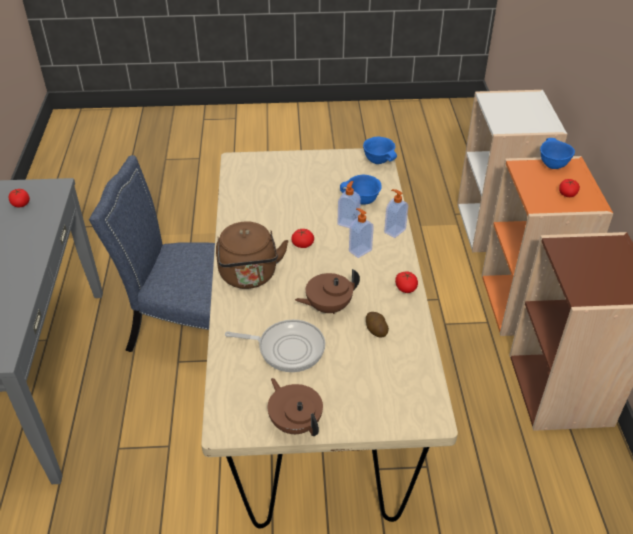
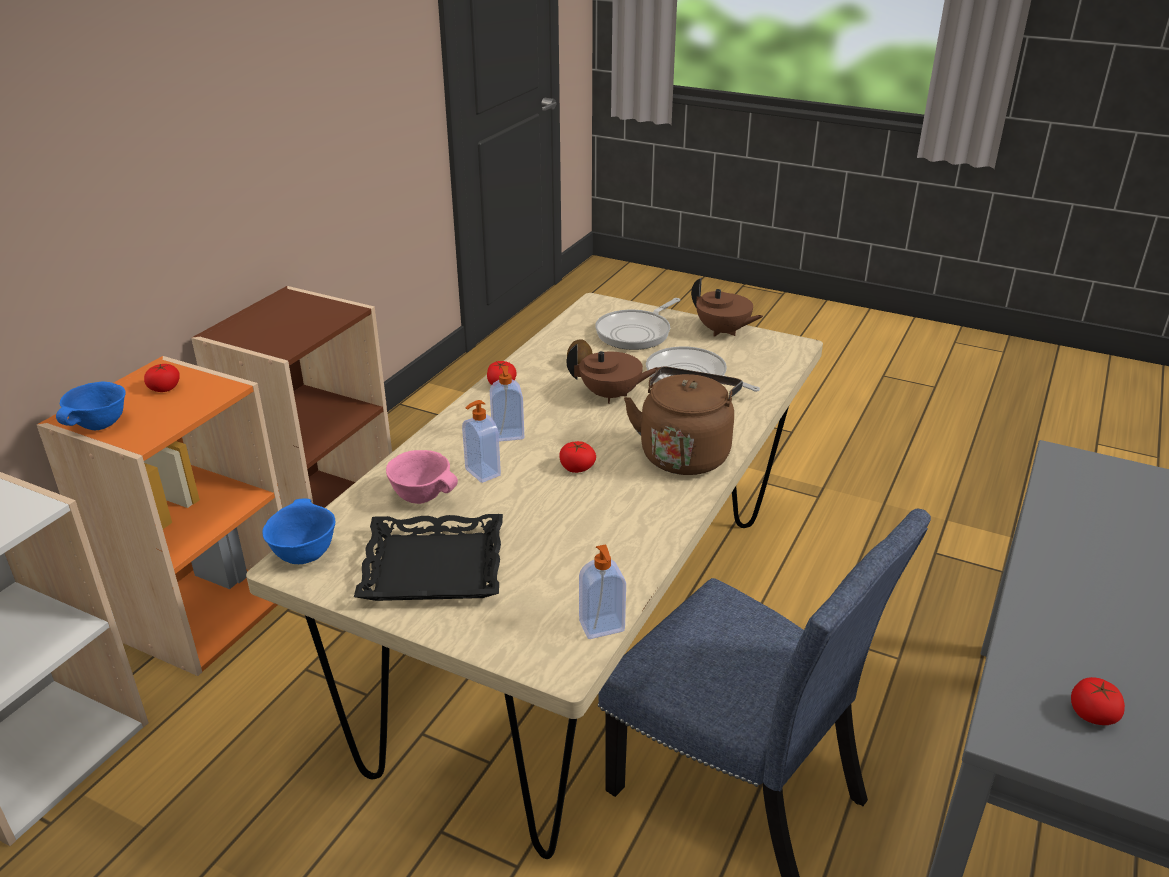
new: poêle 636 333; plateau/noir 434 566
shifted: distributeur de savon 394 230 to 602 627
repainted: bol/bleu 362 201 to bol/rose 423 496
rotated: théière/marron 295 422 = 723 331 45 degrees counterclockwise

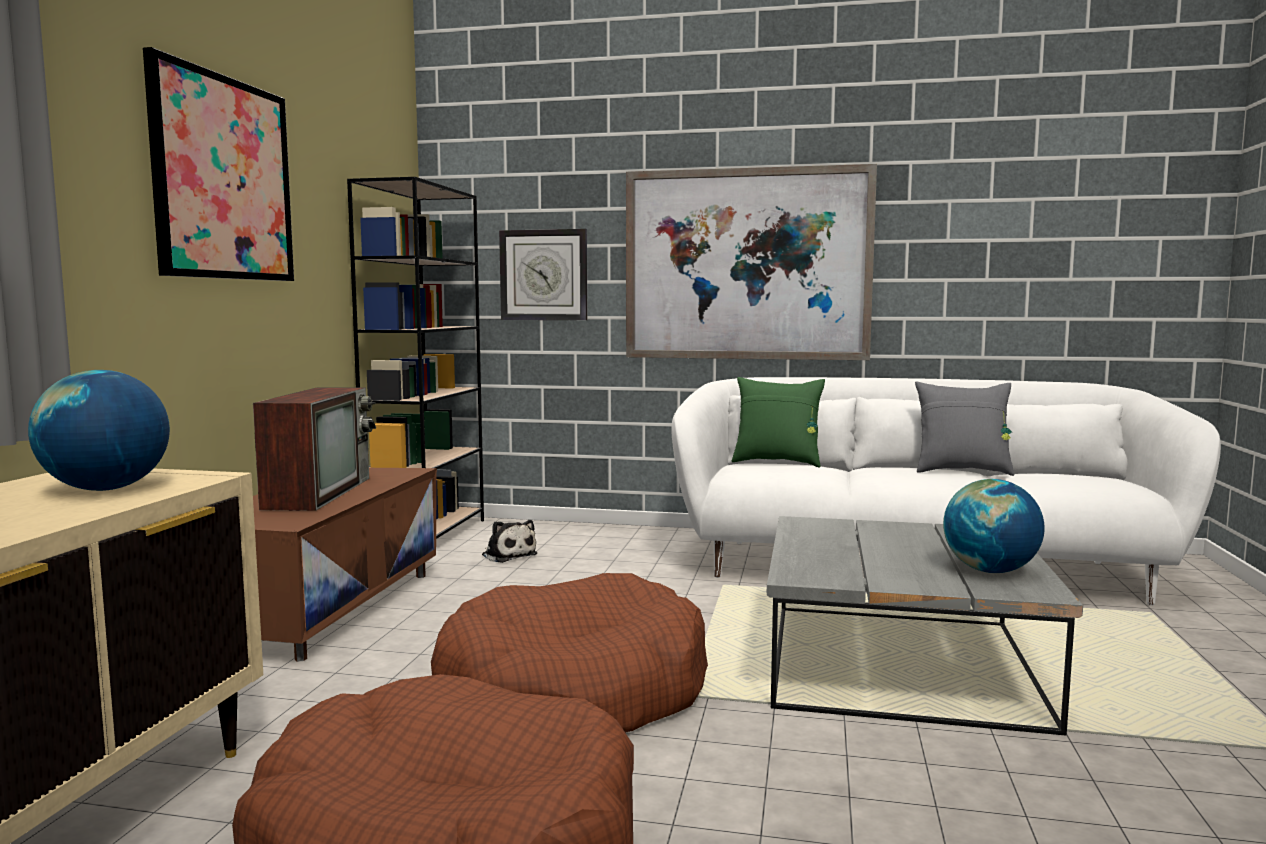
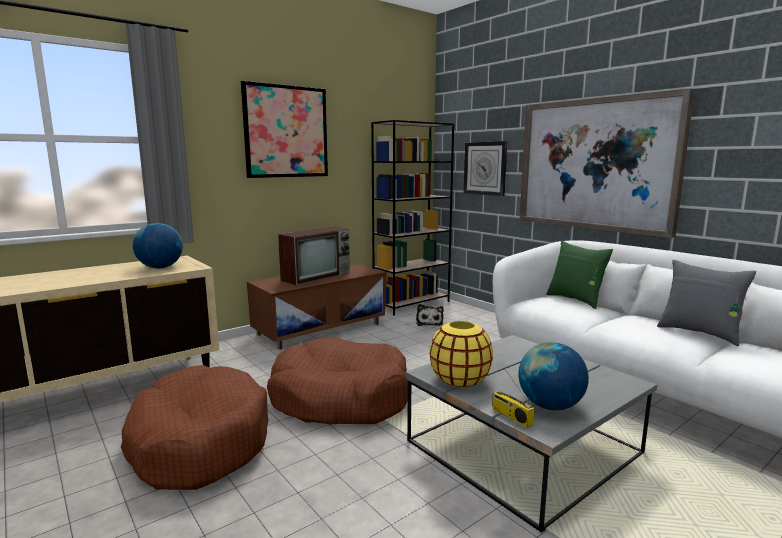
new: vase/jaune 459 380; radio 510 416

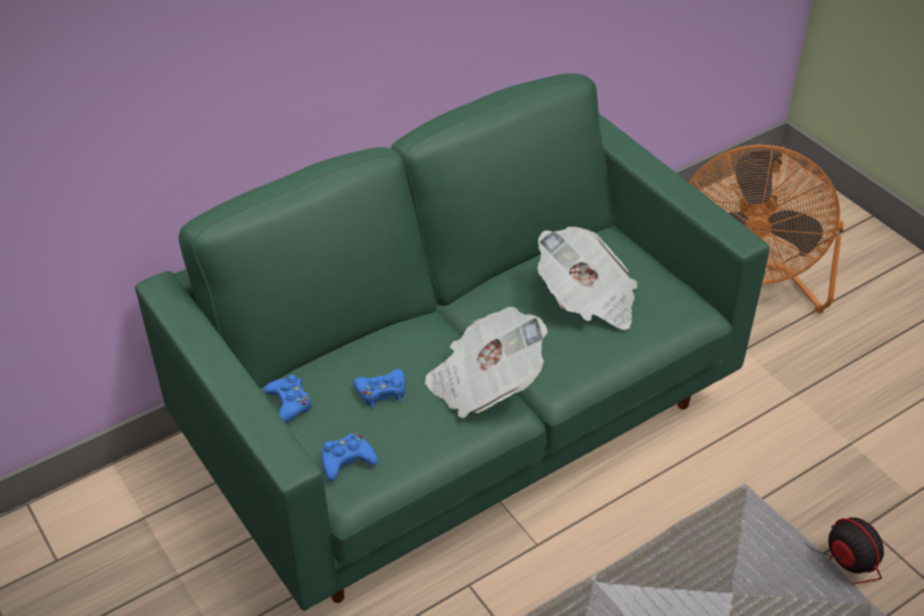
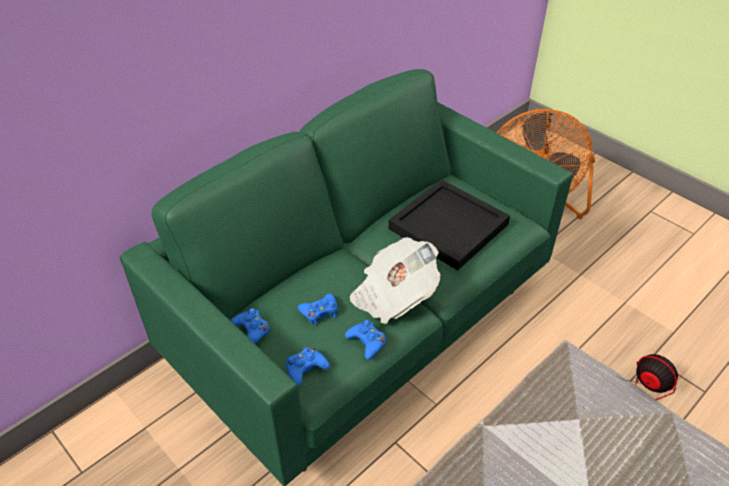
new: manette/bleu 367 342
swapped: journal 587 300 to plateau/noir 449 226

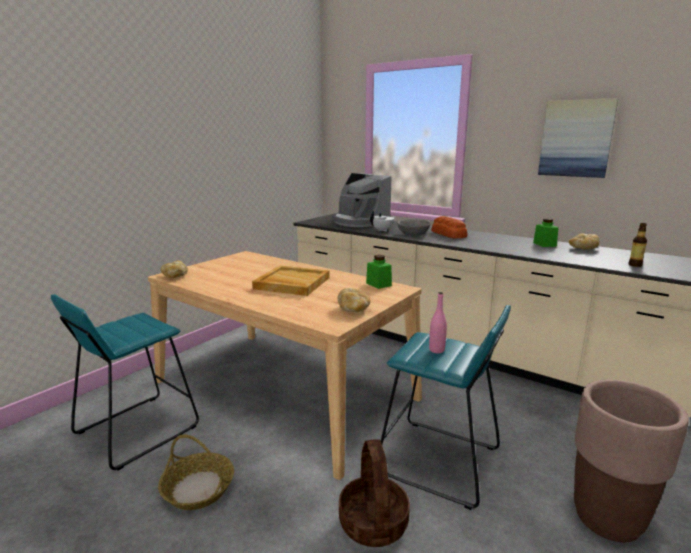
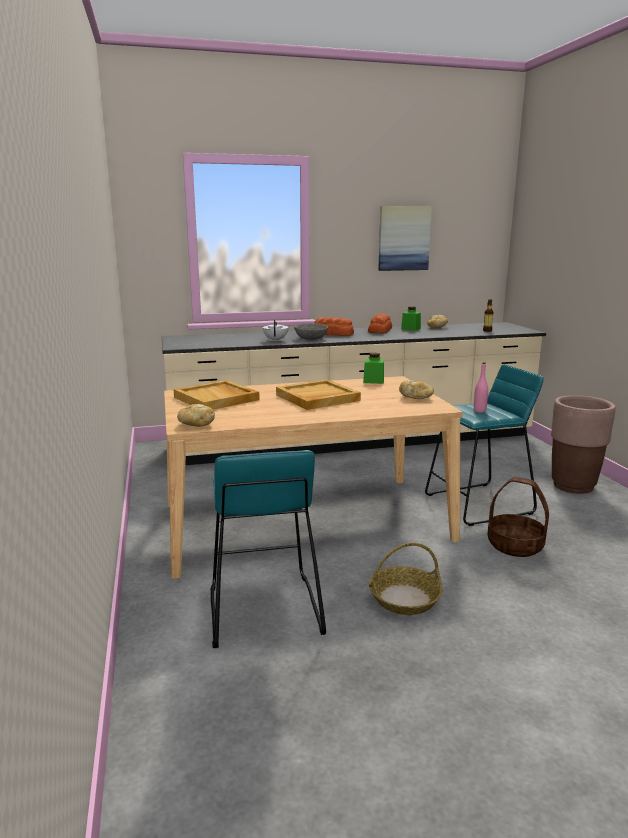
gone: machine à café 359 222
new: pain 380 330; plateau/beige 217 398

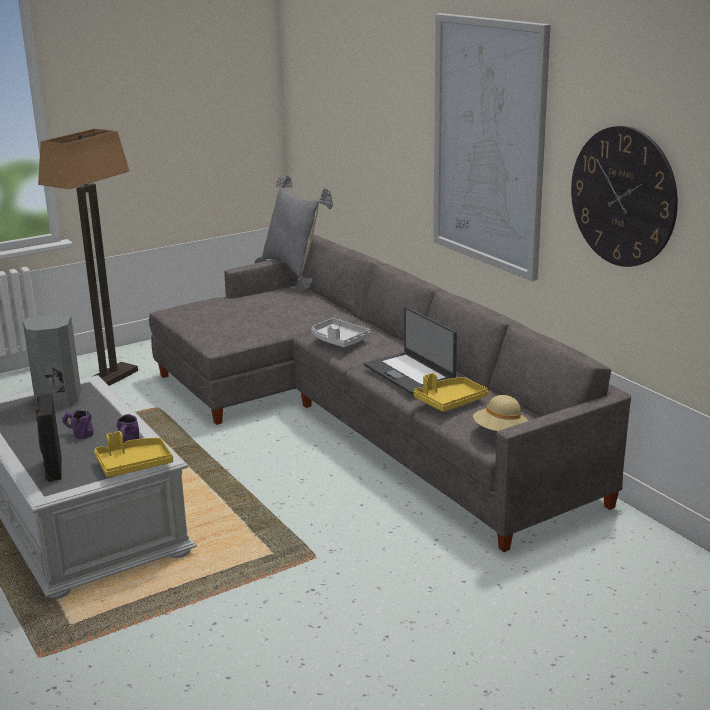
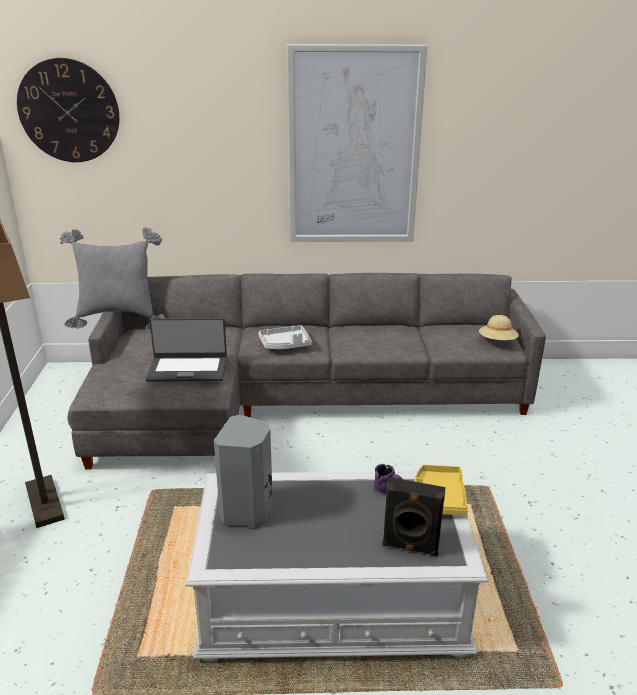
gone: plateau/jaune 450 401; mug/violet 78 434
shifted: horloge murale 623 196 to 69 111; ordinateur portable 410 373 to 187 369

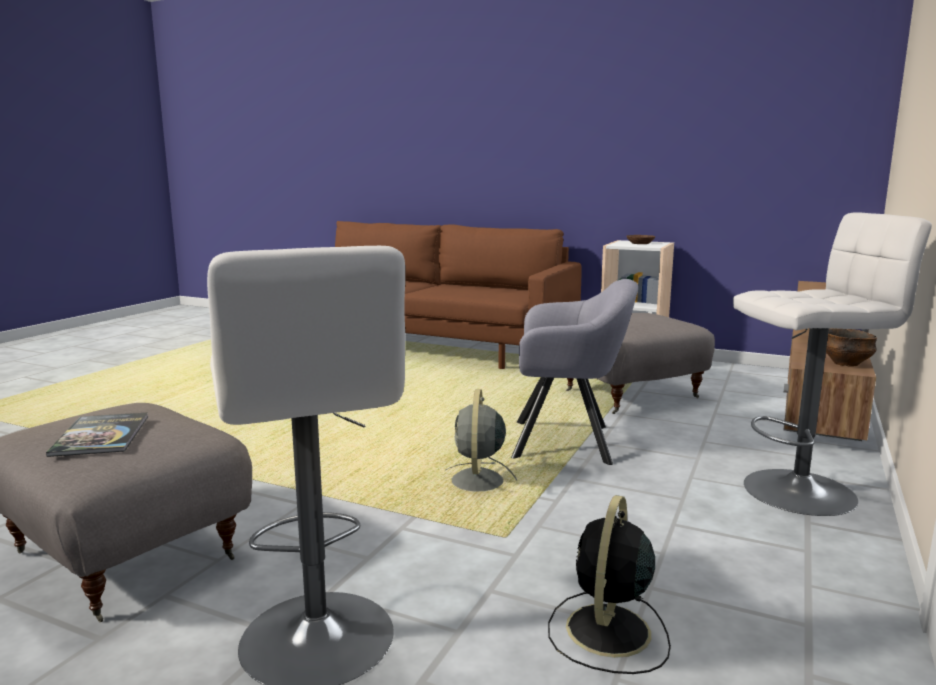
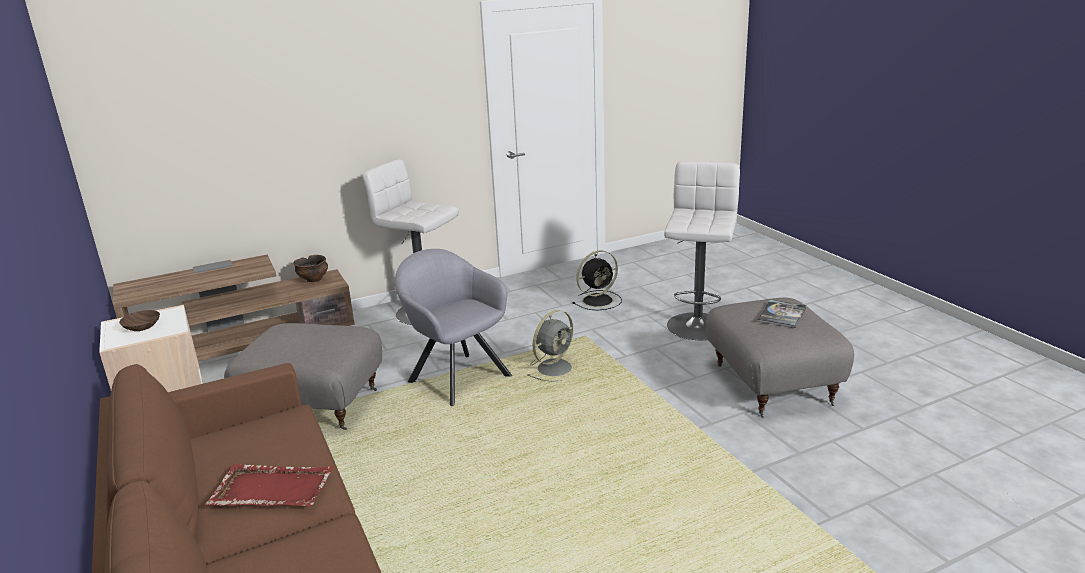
new: plateau/rouge 271 489

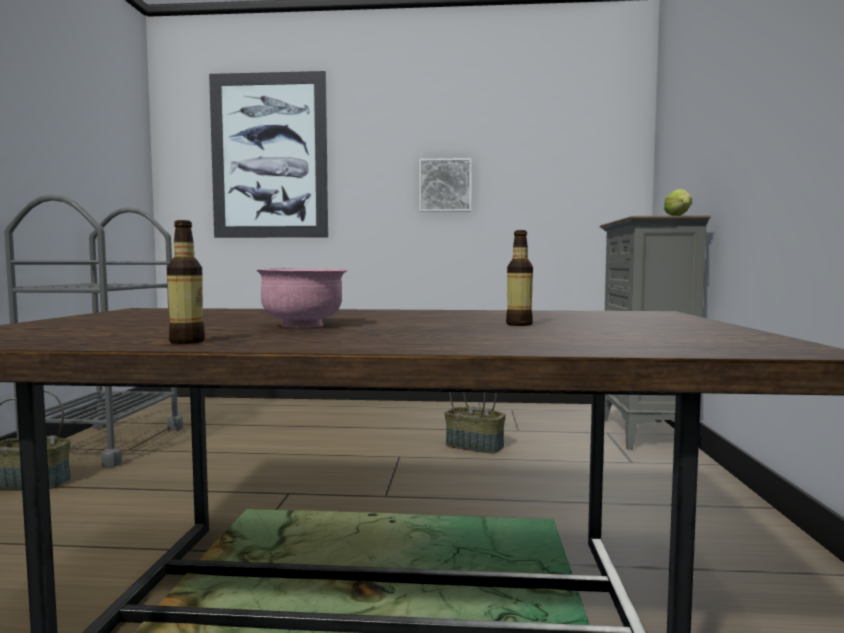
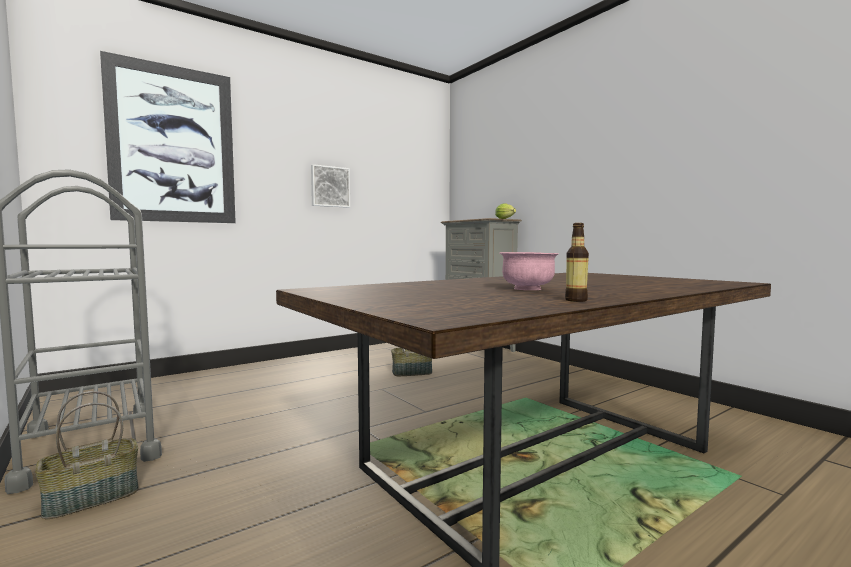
gone: bouteille 519 324

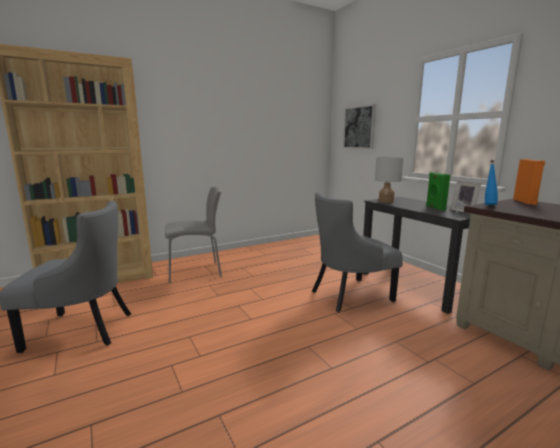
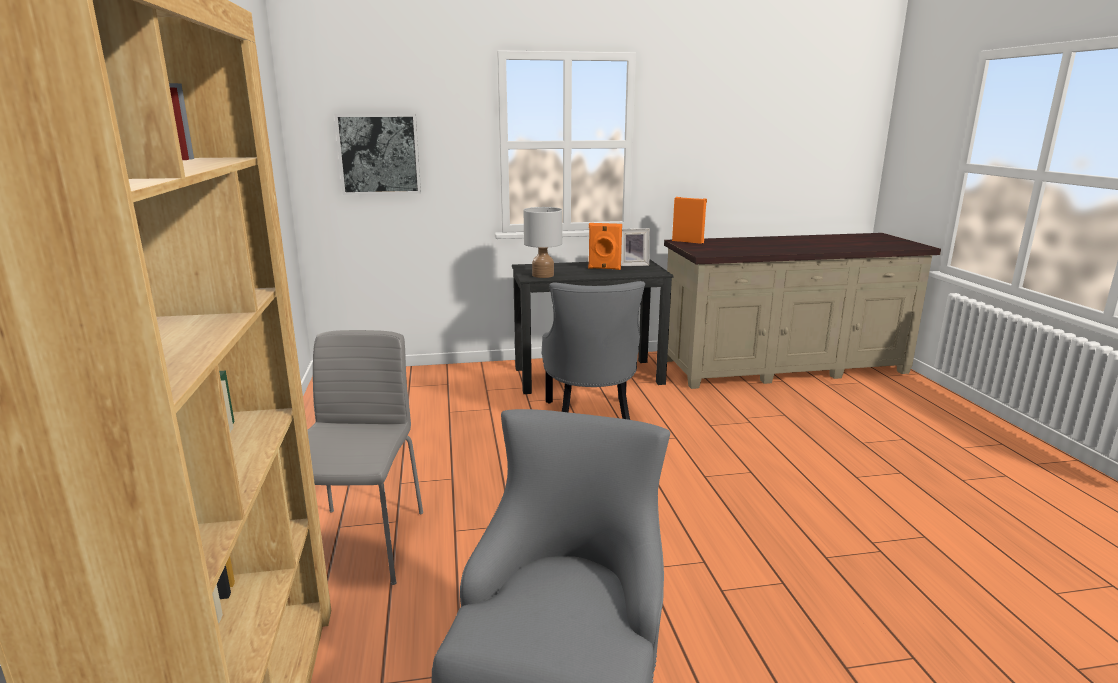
gone: bouteille/bleu 488 205
repainted: enceinte/vert 434 208 to enceinte/orange 604 268

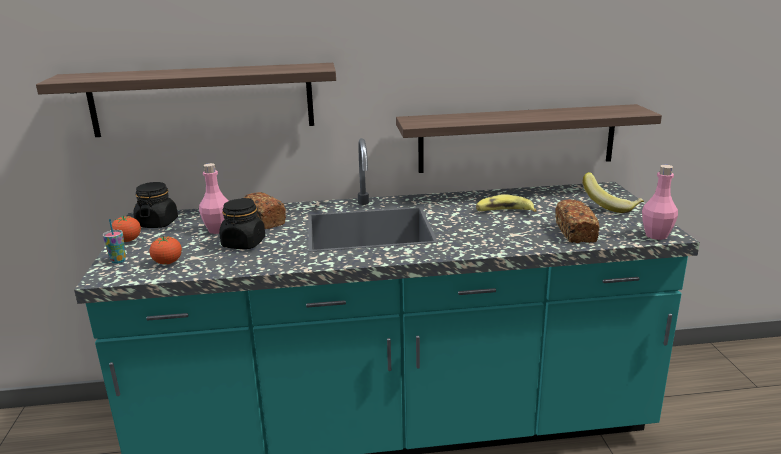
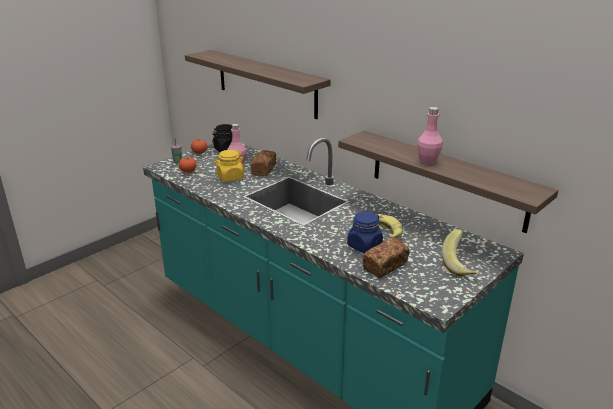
new: bocal/bleu 364 246
shifted: bouteille/rose 656 235 to 428 161
repainted: bocal/noir 243 243 to bocal/jaune 230 177

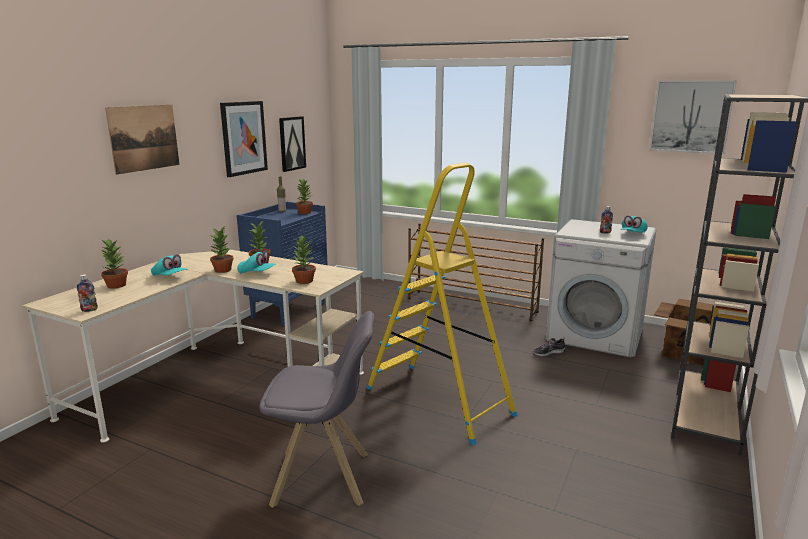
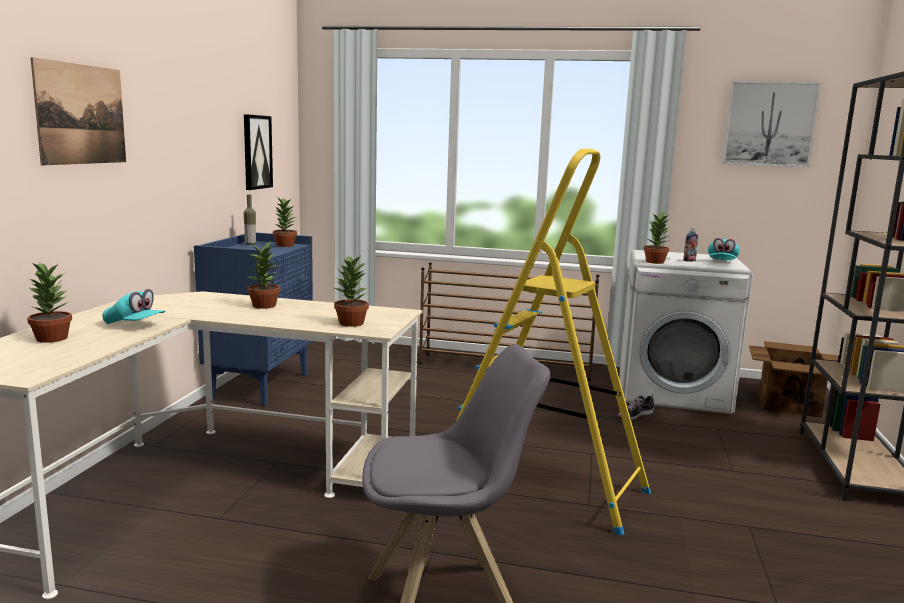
gone: tableau 243 138; casquette/turquoise 257 273; bouteille 89 310
shifted: plante en pot 223 270 to 655 262

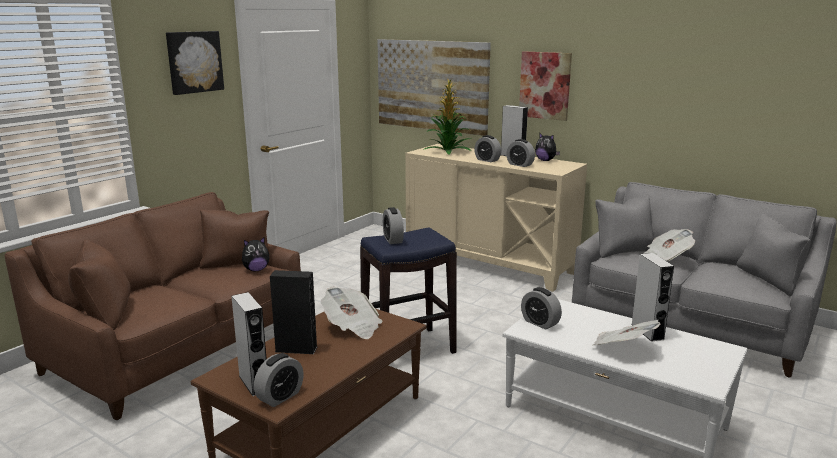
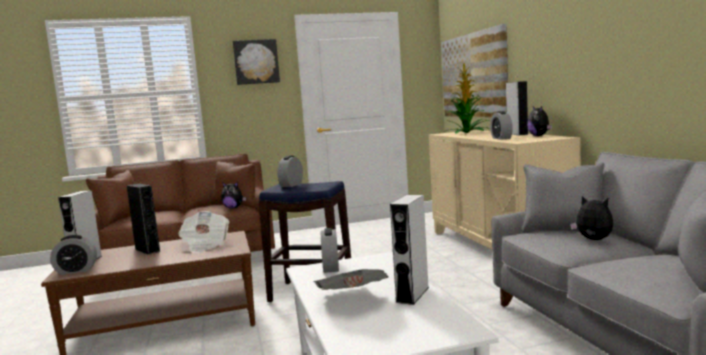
gone: tableau 545 85; réveil 487 160
swapped: journal 665 258 to peluche 593 240

